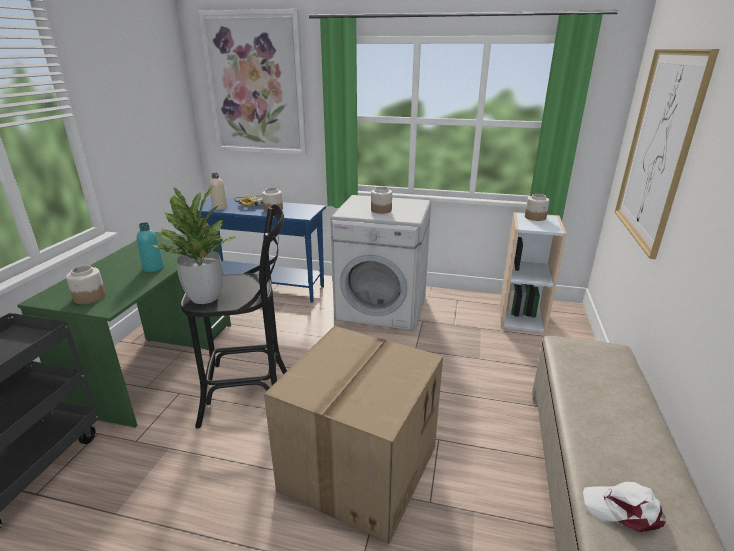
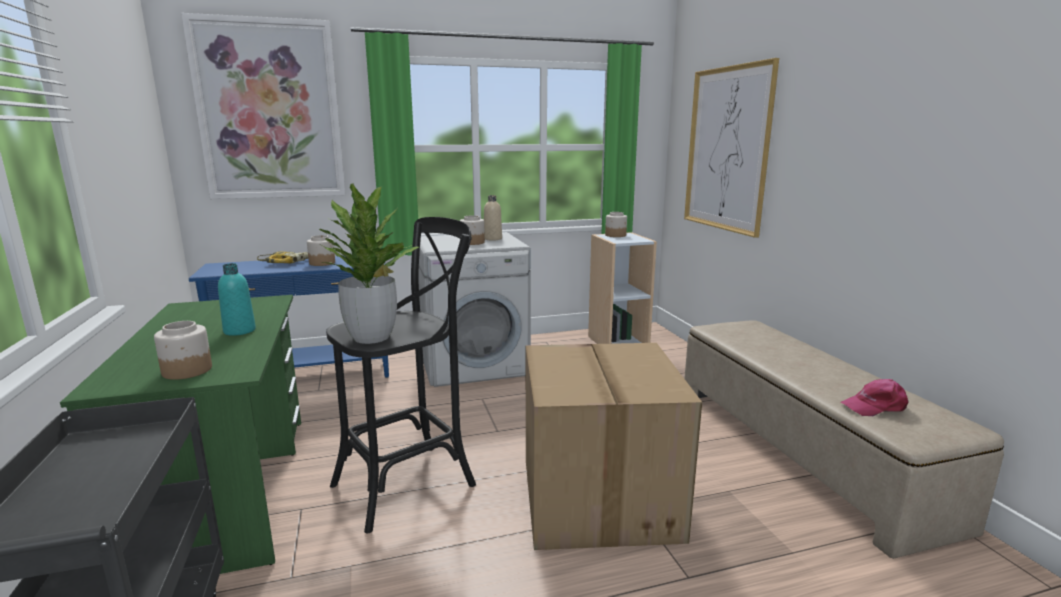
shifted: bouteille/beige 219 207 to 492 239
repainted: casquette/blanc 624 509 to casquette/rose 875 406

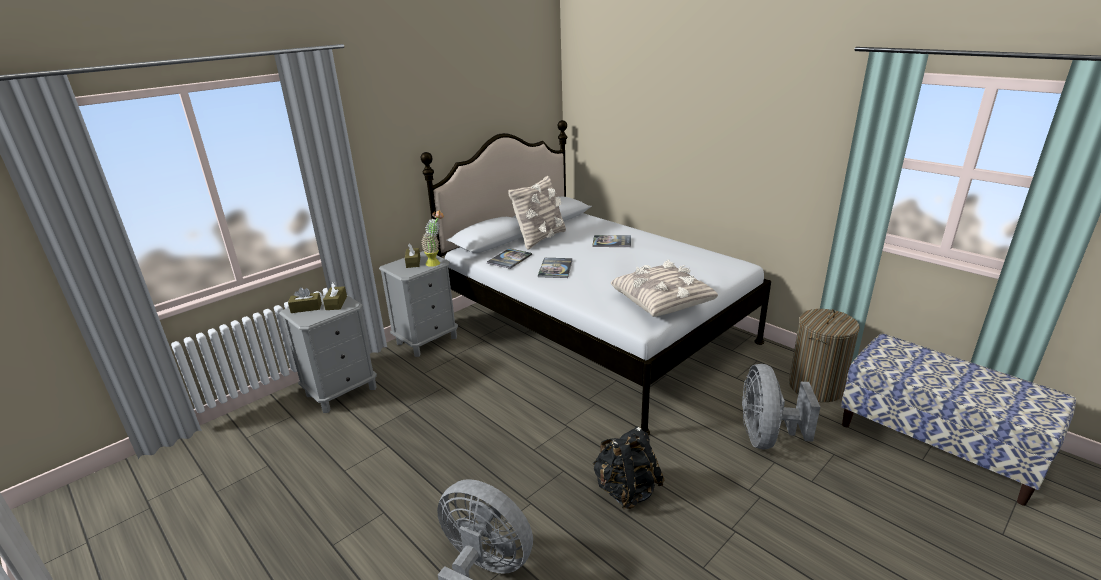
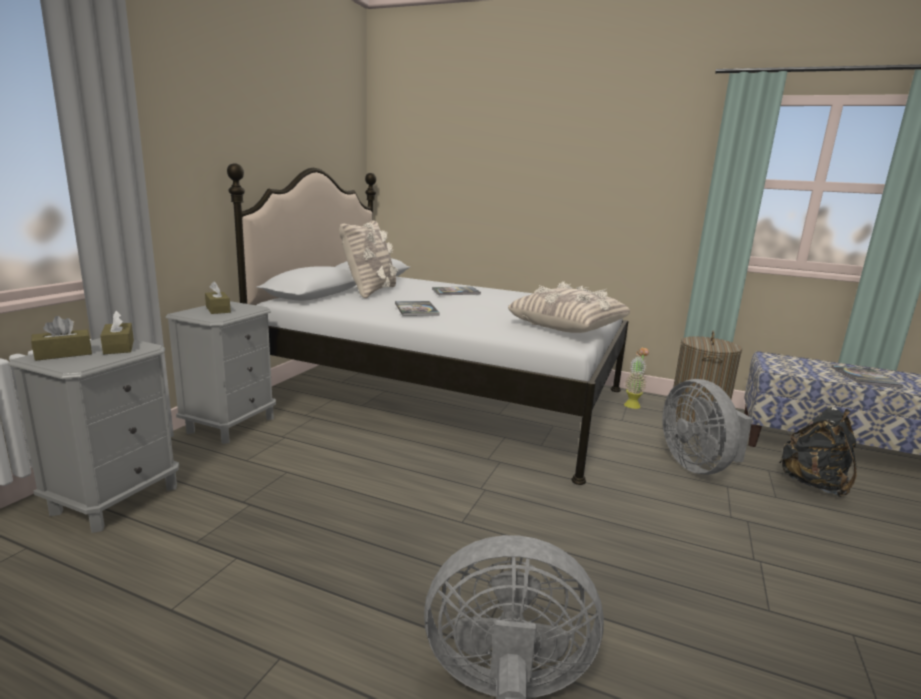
shifted: plante en pot 436 262 to 632 404; livre 509 259 to 864 377; sac à dos/noir 626 490 to 814 484

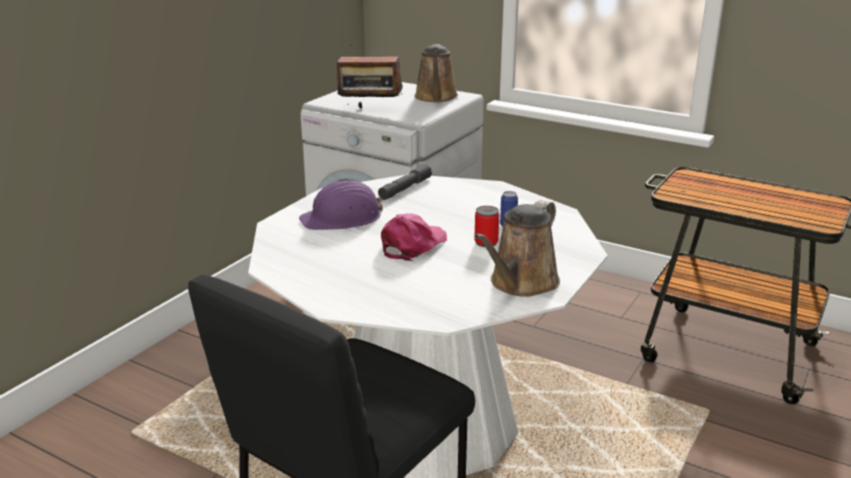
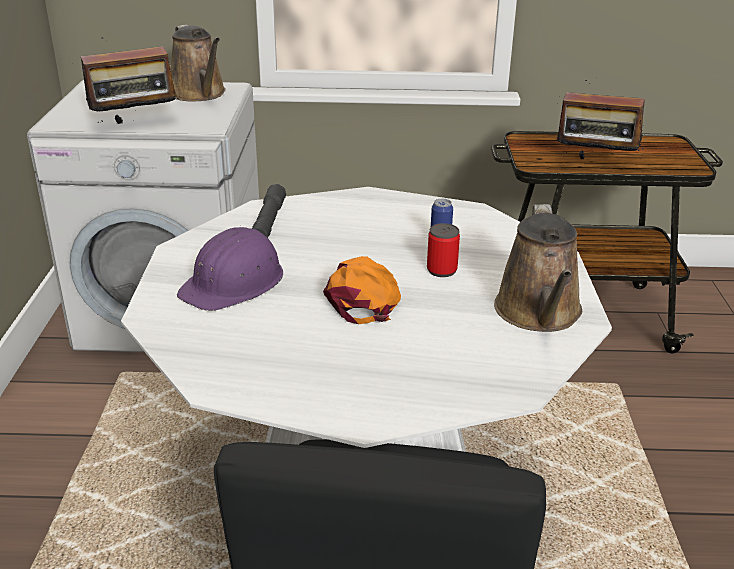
new: radio 595 163
repainted: casquette/rose 413 245 to casquette/orange 364 297

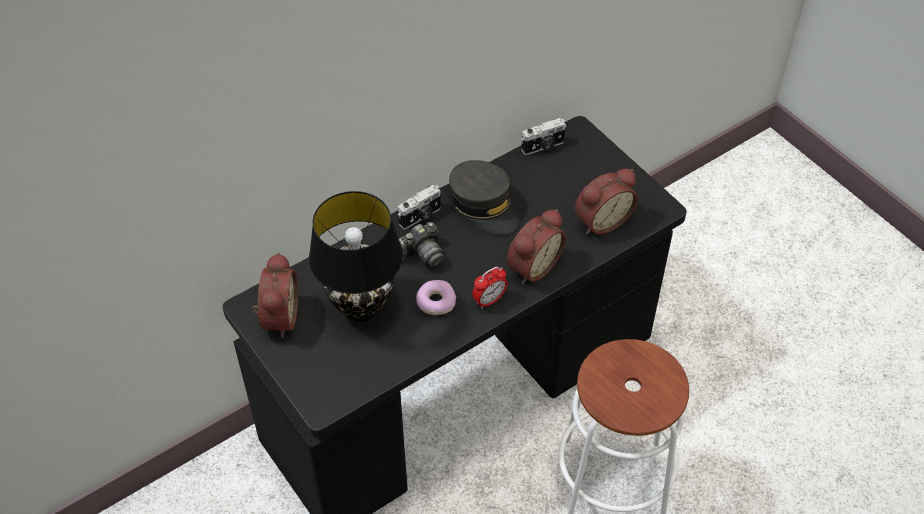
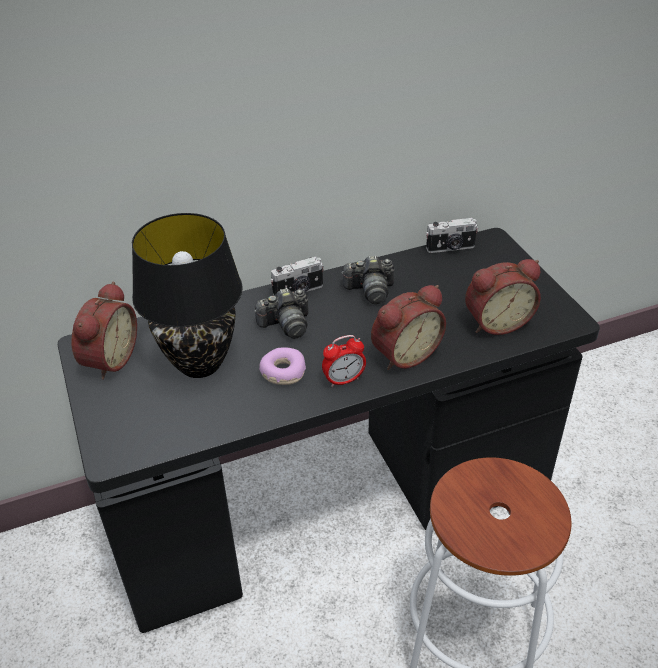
swapped: casquette/gris 484 206 to appareil photo 370 291

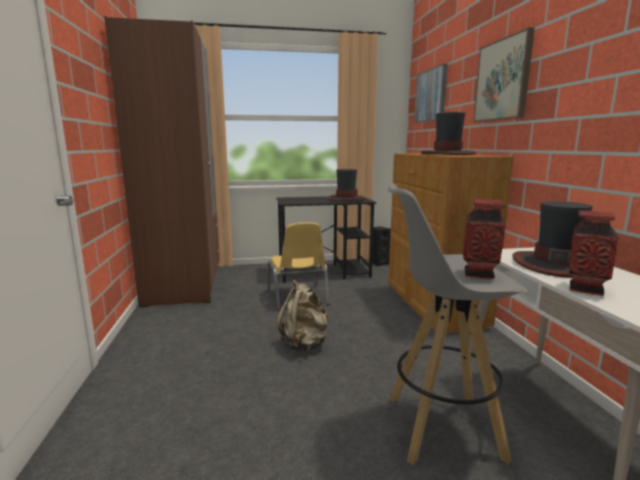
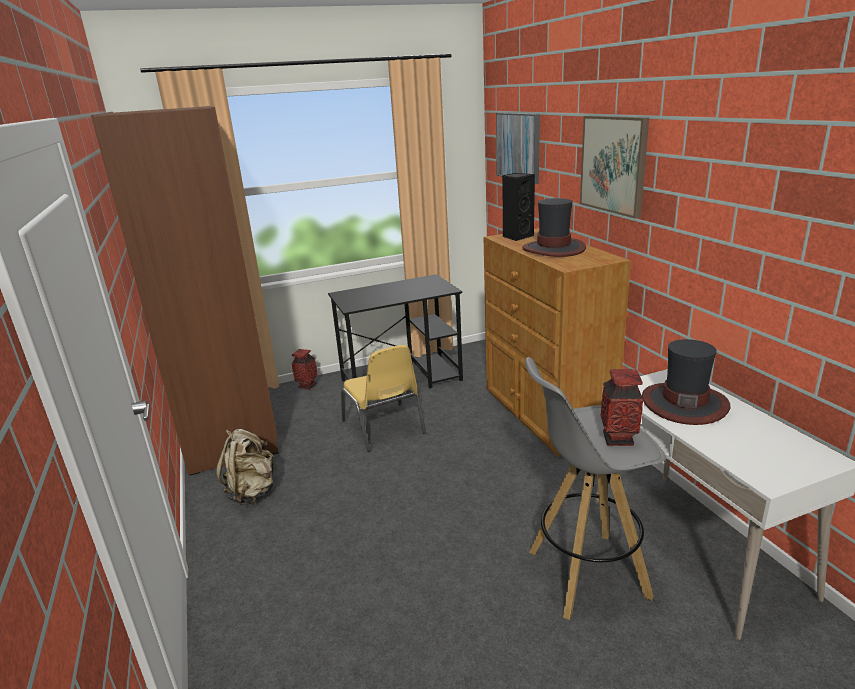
gone: chapeau 346 199
shifted: vase 585 289 to 307 386; enceinte/noir 379 263 to 517 237; sac à dos/beige 304 344 to 252 492

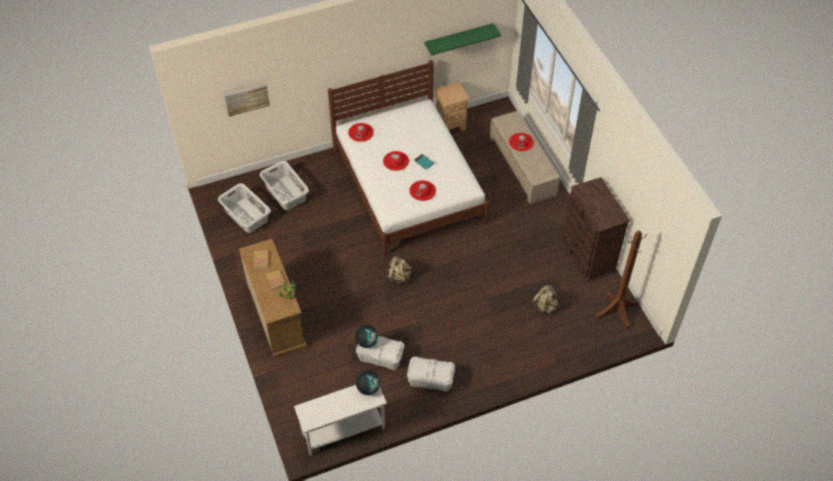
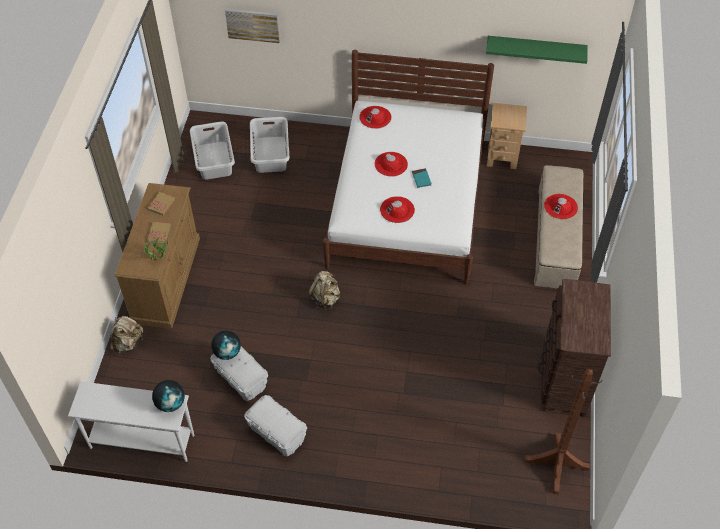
shifted: sac à dos/beige 545 306 to 128 343

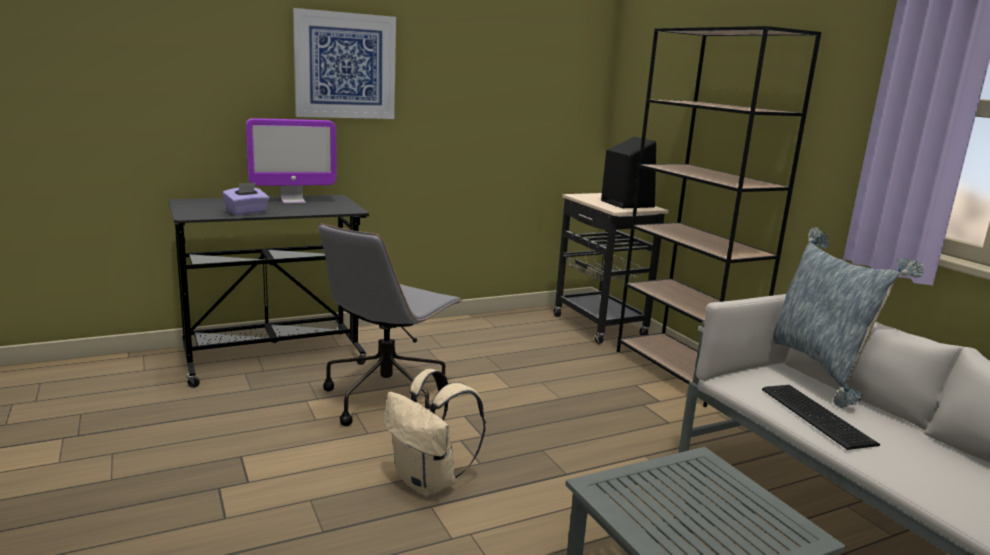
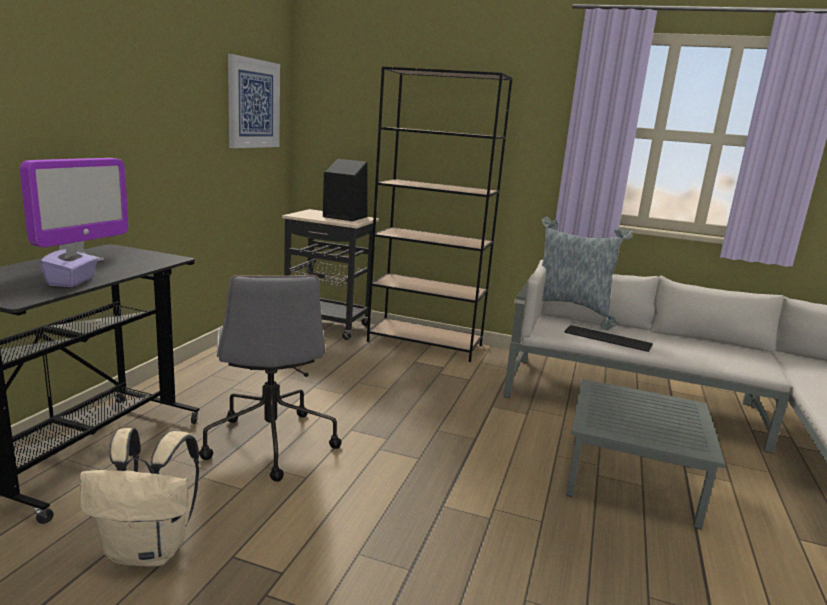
shifted: tableau 345 66 to 253 104; sac à dos/beige 429 482 to 149 550

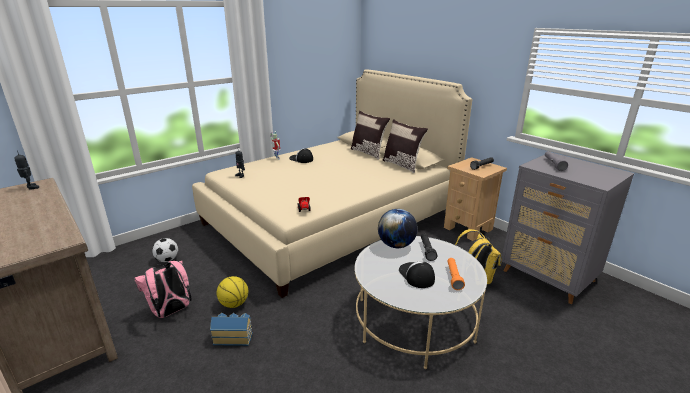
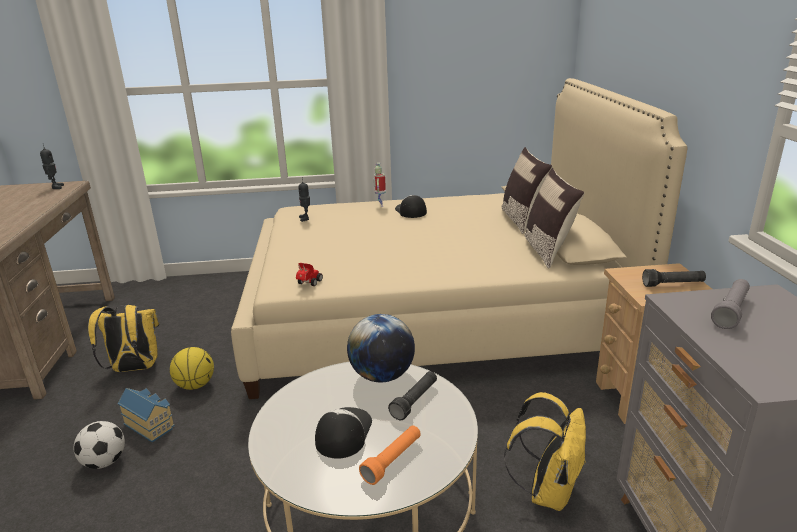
shifted: ballon de foot 167 260 to 105 462
repainted: sac à dos/rose 171 312 to sac à dos/jaune 134 368

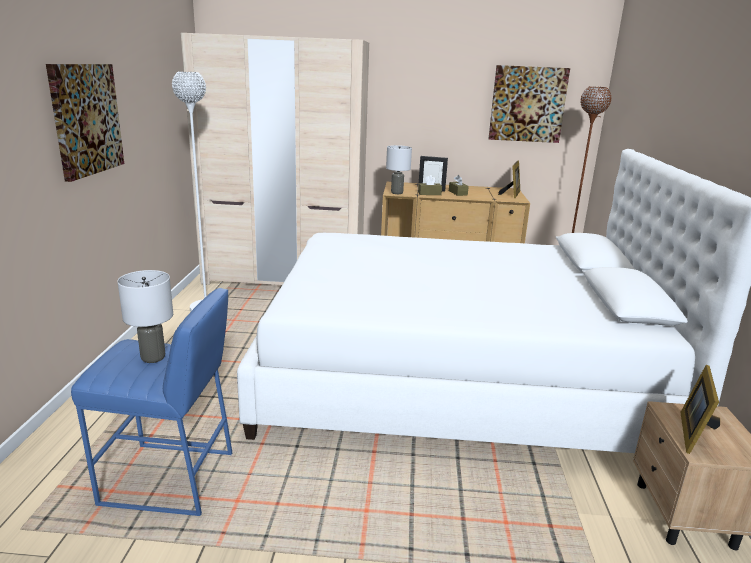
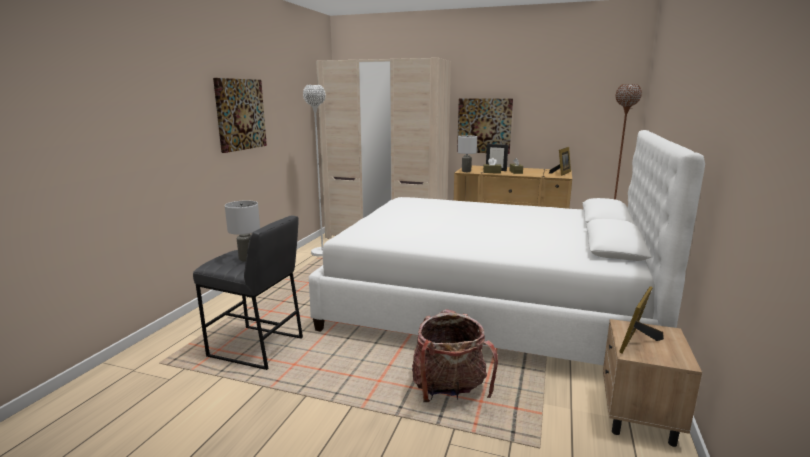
new: sac à dos 449 390
shifted: tableau 527 104 to 484 126
repainted: tabouret/bleu 170 479 to tabouret/gris 257 347

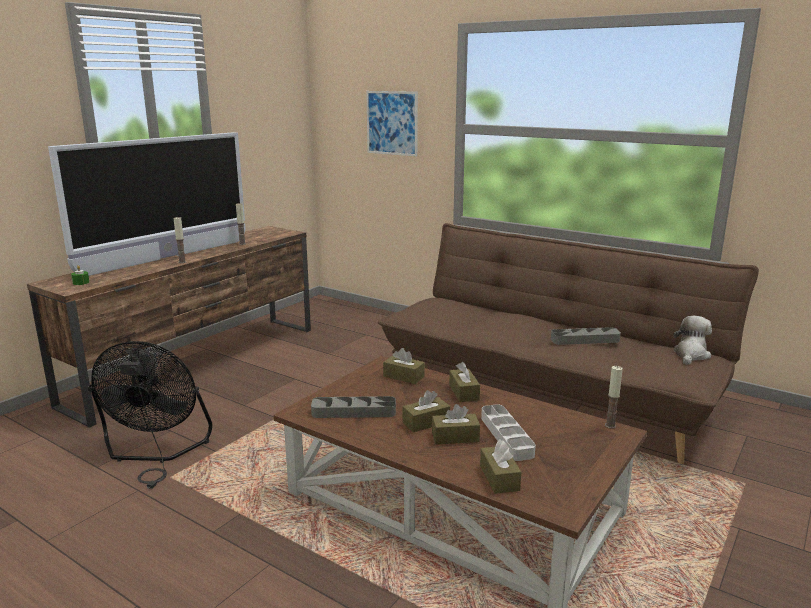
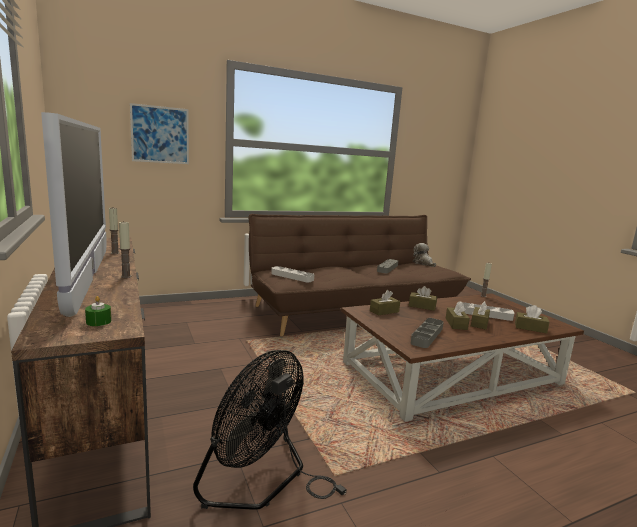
new: plateau/gris 292 277

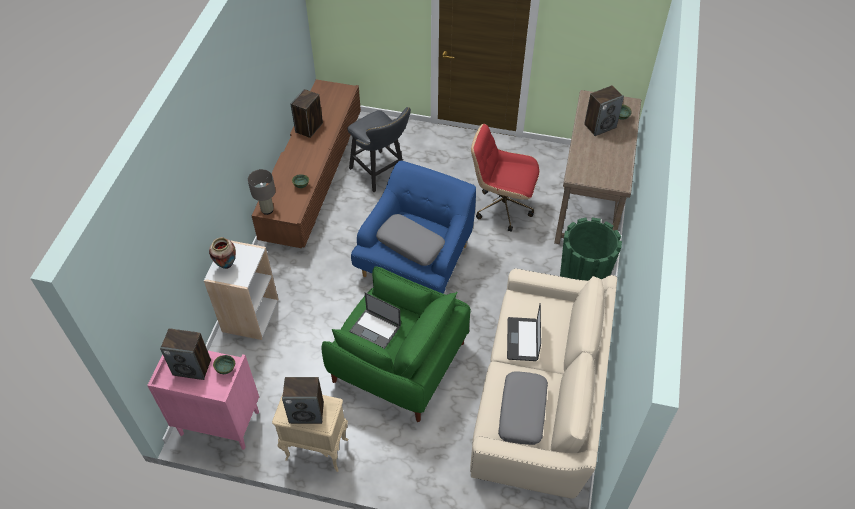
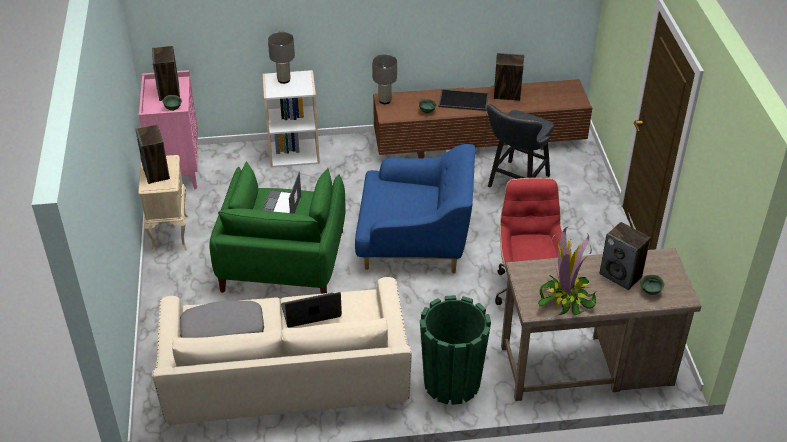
gone: coussin/gris 411 244
new: plateau 463 101; plante en pot 565 299
swapped: vase 226 265 to lampe de table/gris 284 80

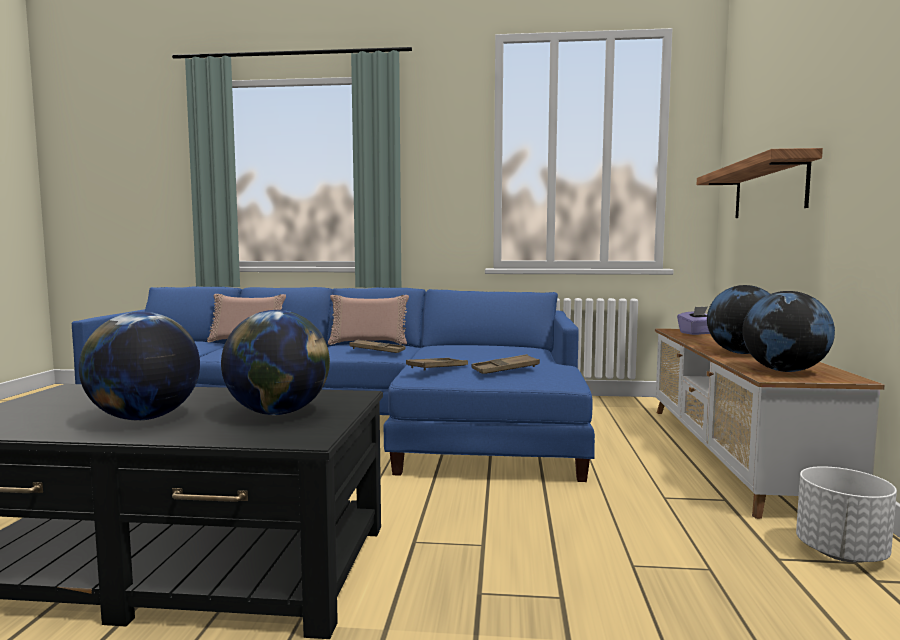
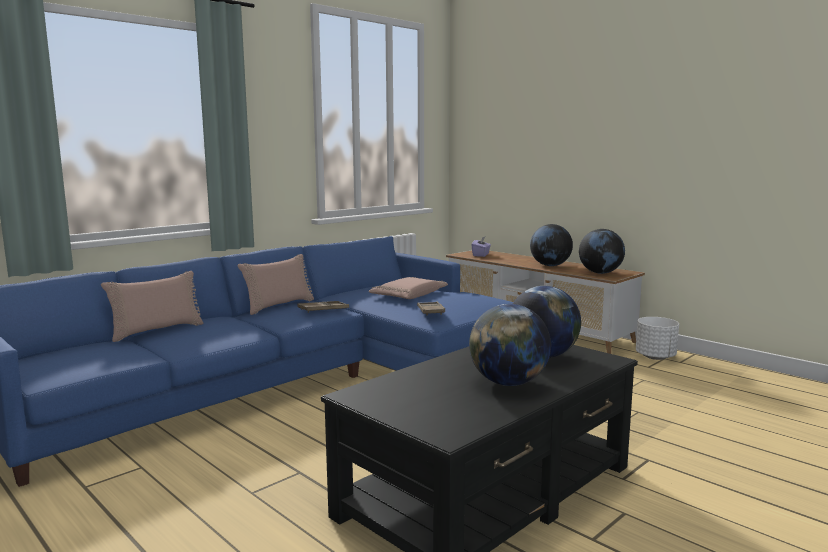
gone: étagère 769 189; plateau/marron 505 369
new: coussin/beige 409 294

